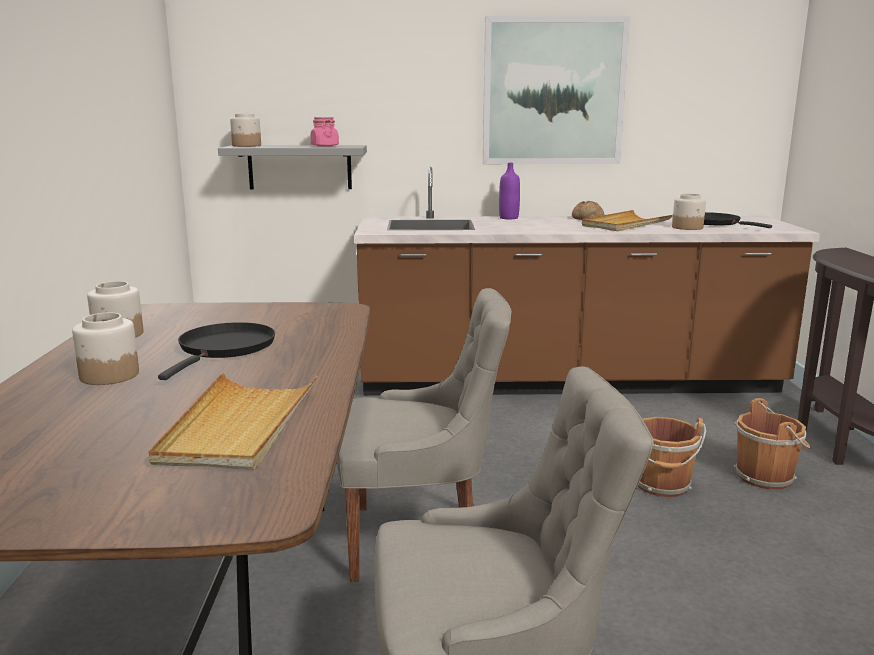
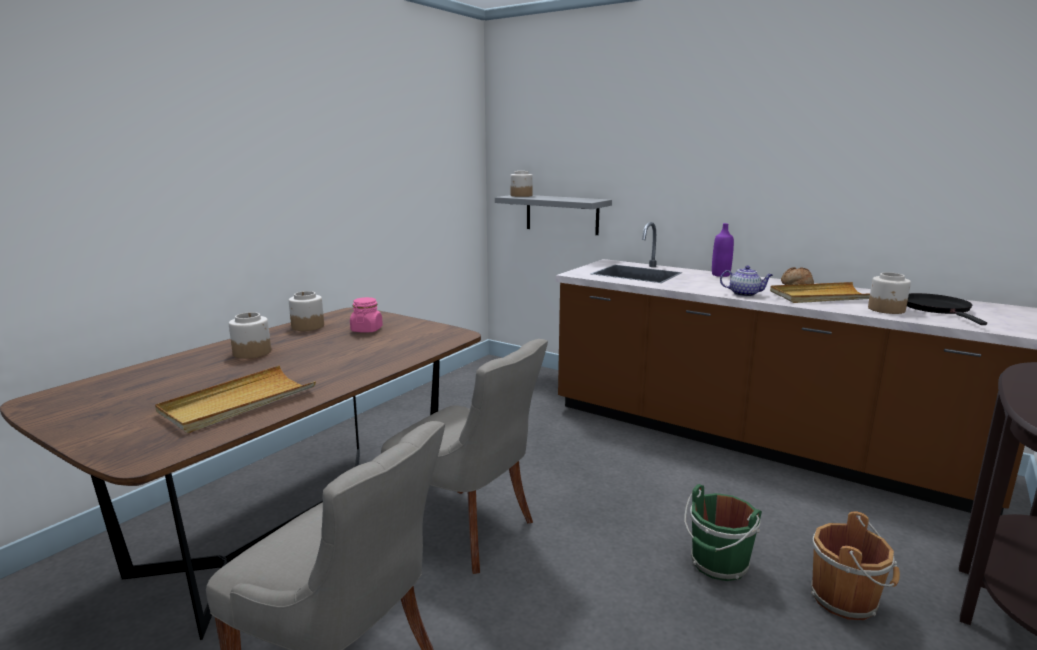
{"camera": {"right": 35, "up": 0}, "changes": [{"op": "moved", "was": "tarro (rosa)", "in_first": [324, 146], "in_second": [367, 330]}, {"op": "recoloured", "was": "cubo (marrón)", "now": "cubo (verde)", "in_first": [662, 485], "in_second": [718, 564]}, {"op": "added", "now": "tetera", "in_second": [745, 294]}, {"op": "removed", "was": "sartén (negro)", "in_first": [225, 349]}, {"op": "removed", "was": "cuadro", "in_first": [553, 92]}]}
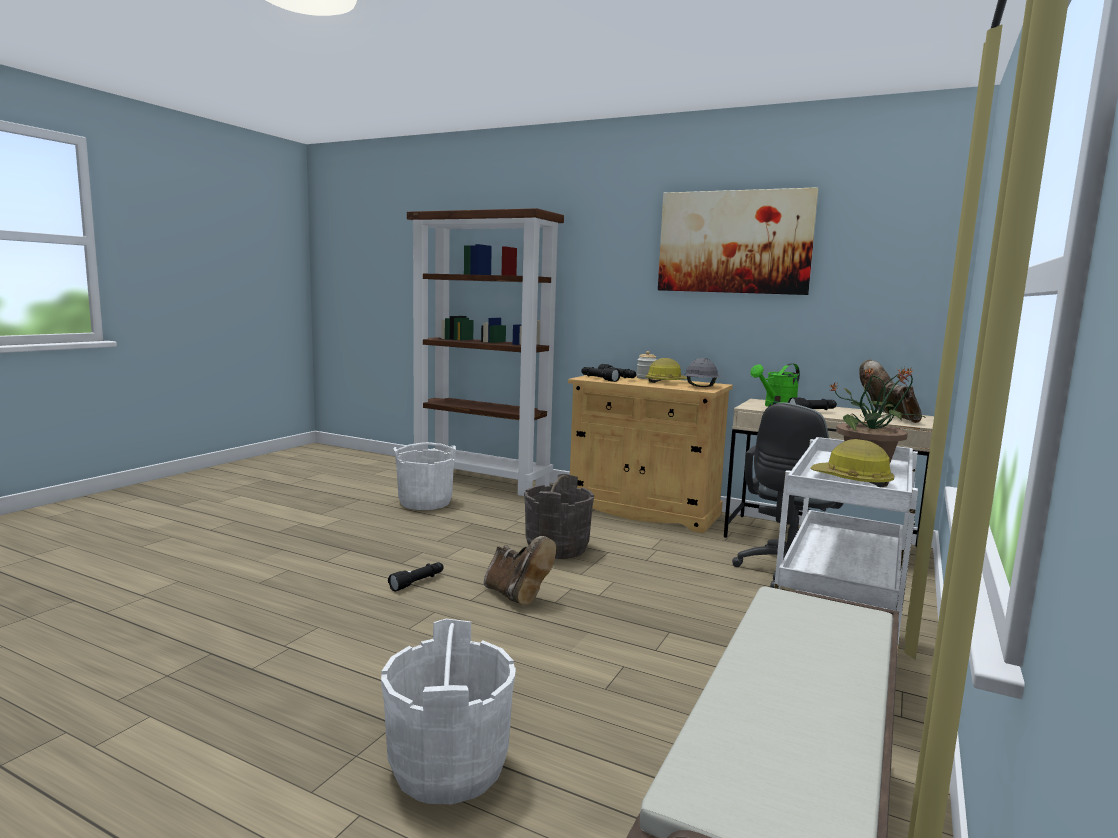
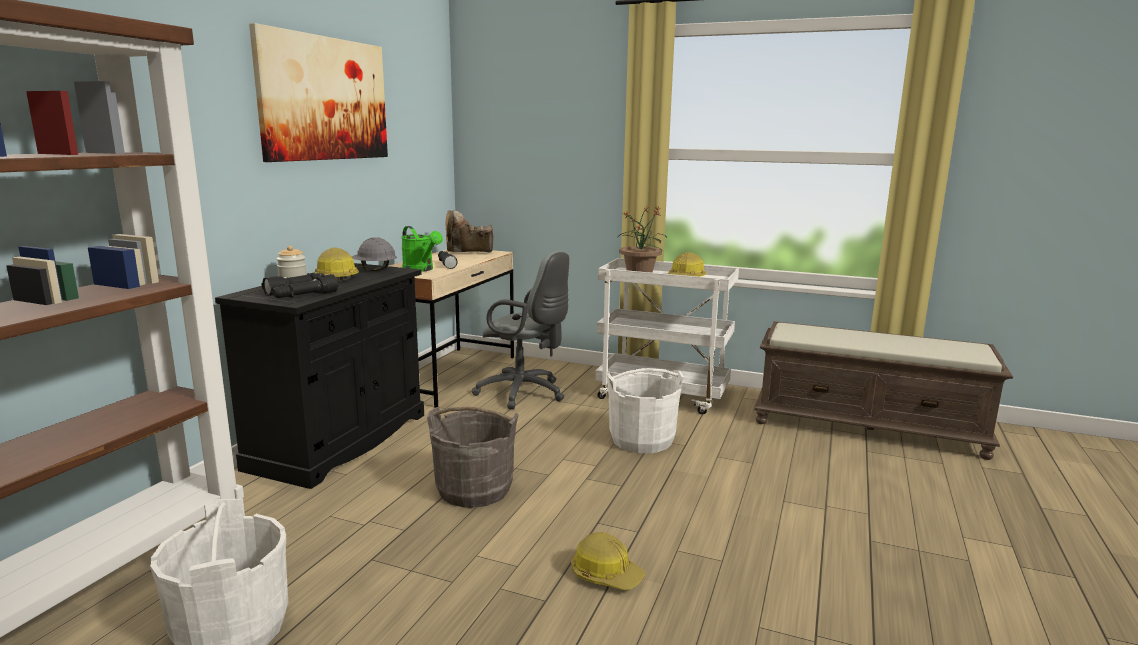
{"camera": {"right": -95, "up": 5}, "changes": [{"op": "recoloured", "was": "armario (beis)", "now": "armario (negro)", "in_first": [643, 511], "in_second": [340, 441]}, {"op": "replaced", "was": "linterna (negro)", "now": "casco", "in_first": [417, 582], "in_second": [605, 574]}, {"op": "moved", "was": "cubo (blanco)", "in_first": [448, 766], "in_second": [642, 440]}, {"op": "removed", "was": "bota (marrón)", "in_first": [516, 596]}]}
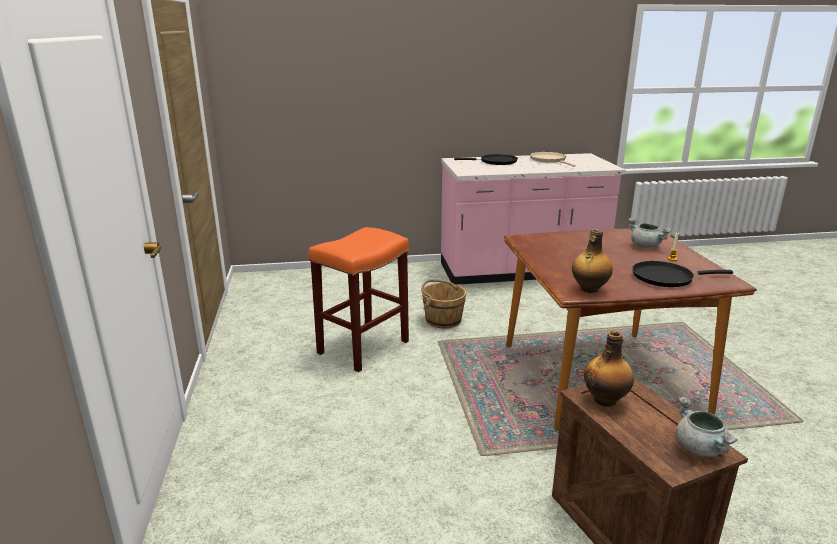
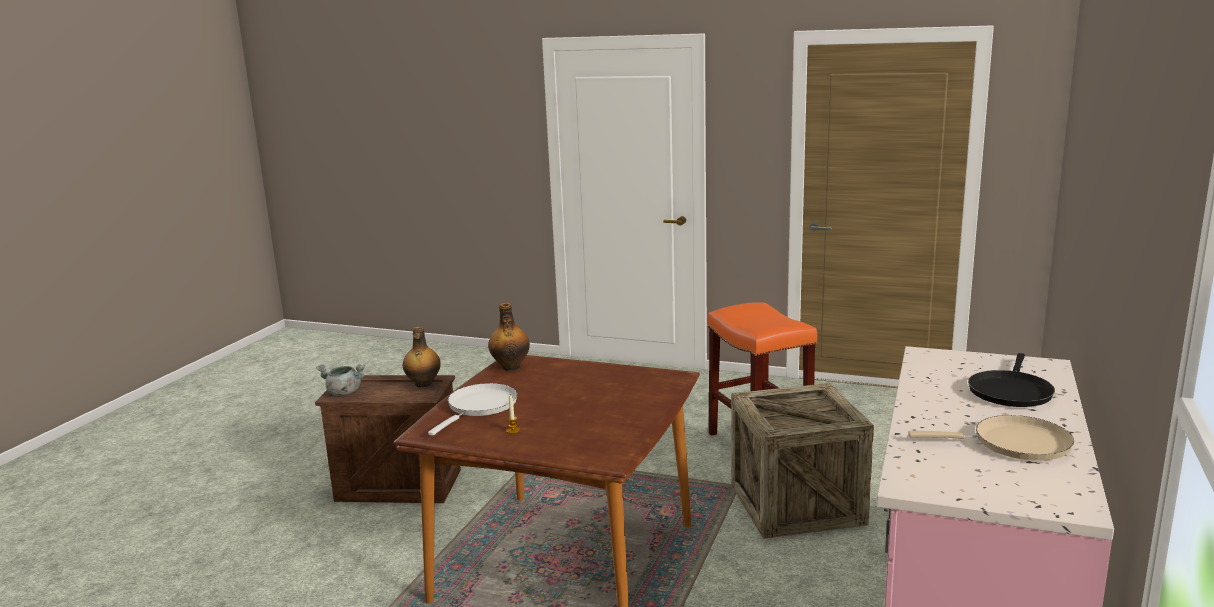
{"camera": {"right": 120, "up": -5}, "changes": [{"op": "recoloured", "was": "sartén (negro)", "now": "sartén (blanco)", "in_first": [666, 277], "in_second": [480, 407]}, {"op": "replaced", "was": "cubo (marrón)", "now": "caja de embalaje", "in_first": [443, 319], "in_second": [796, 504]}, {"op": "removed", "was": "olla (gris)", "in_first": [646, 246]}]}
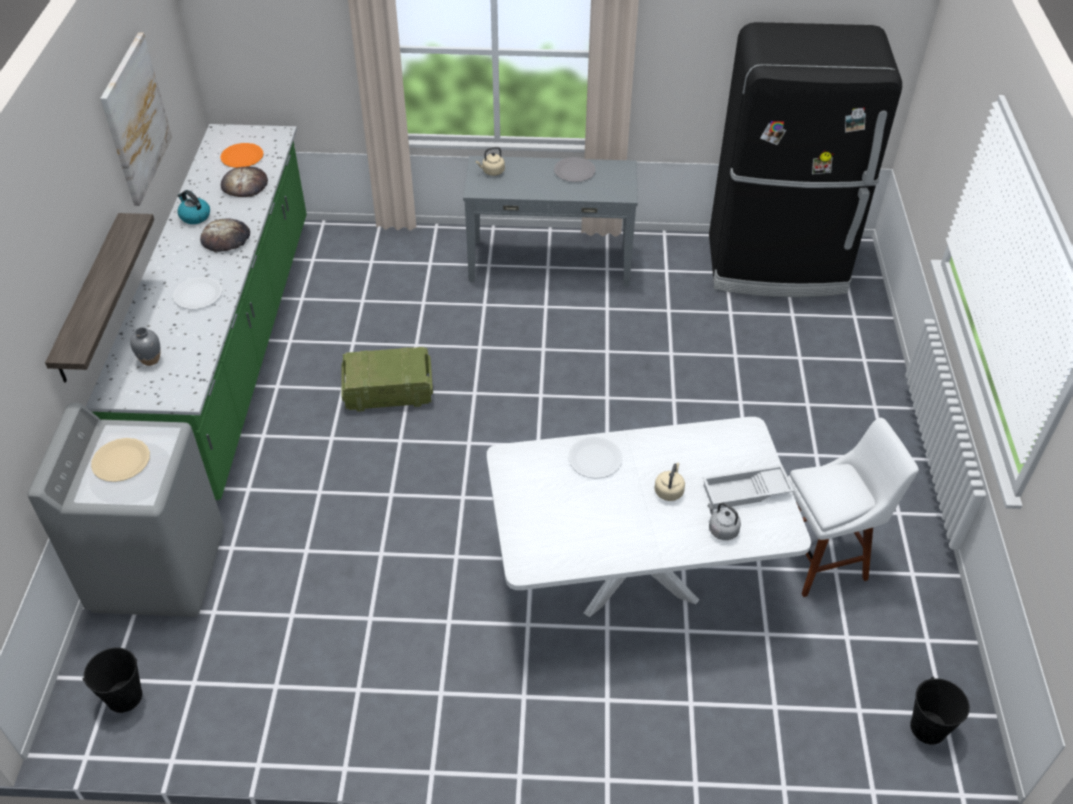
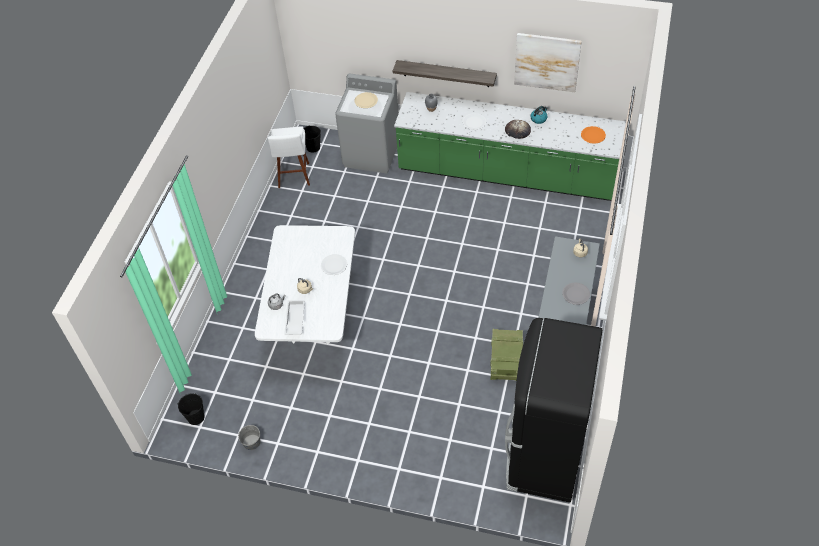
{"camera": {"right": 105, "up": 5}, "changes": [{"op": "added", "now": "cubo (gris)", "in_second": [251, 442]}, {"op": "moved", "was": "taburete (blanco)", "in_first": [825, 559], "in_second": [293, 177]}, {"op": "moved", "was": "caja de embalaje", "in_first": [387, 391], "in_second": [506, 360]}, {"op": "removed", "was": "pan", "in_first": [244, 184]}]}
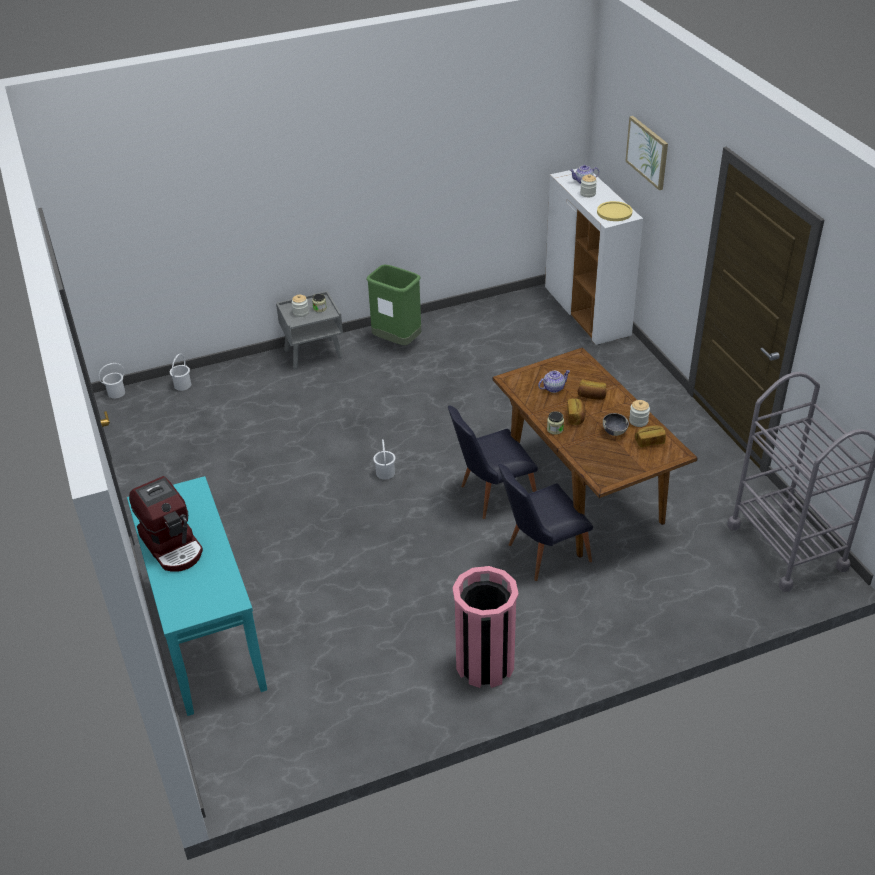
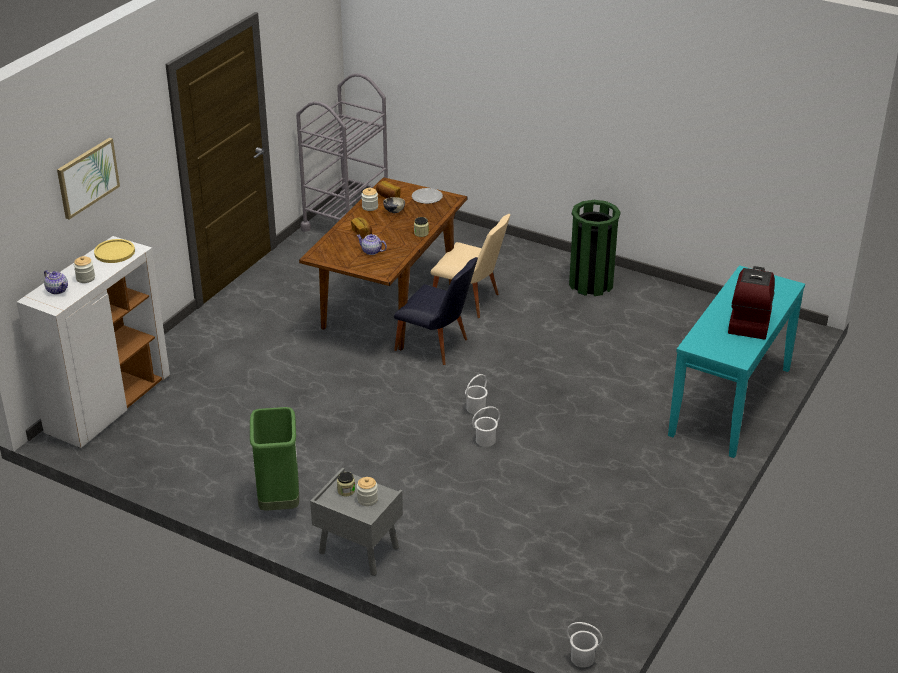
{"camera": {"right": -130, "up": -5}, "changes": [{"op": "added", "now": "plato", "in_second": [427, 197]}, {"op": "recoloured", "was": "silla (negro)", "now": "silla (beis)", "in_first": [541, 554], "in_second": [471, 302]}, {"op": "moved", "was": "cubo (blanco)", "in_first": [182, 385], "in_second": [486, 440]}, {"op": "recoloured", "was": "papelera (rosa)", "now": "papelera (verde)", "in_first": [485, 664], "in_second": [591, 284]}, {"op": "removed", "was": "pan", "in_first": [576, 417]}]}
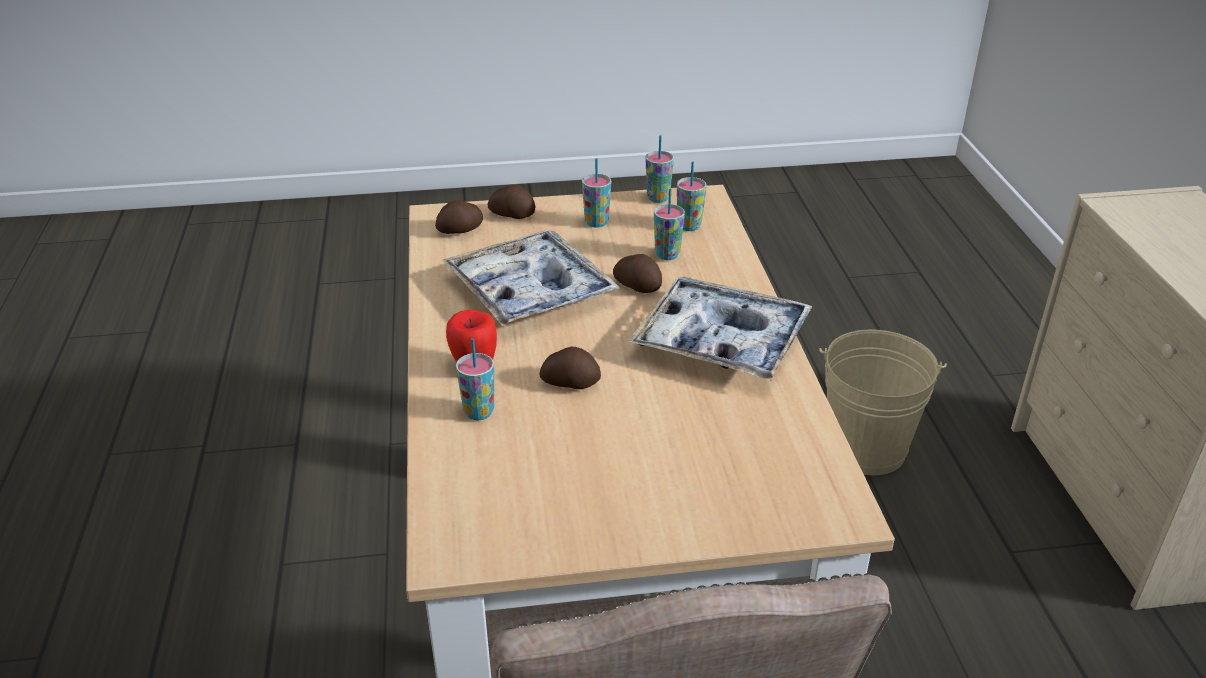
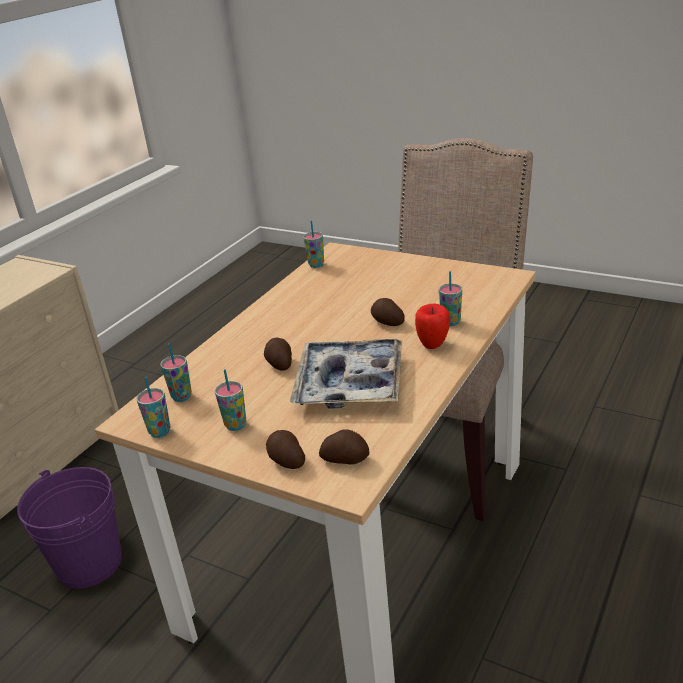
{"camera": {"right": -140, "up": -5}, "changes": [{"op": "recoloured", "was": "cubo (beis)", "now": "cubo (morado)", "in_first": [866, 448], "in_second": [89, 563]}, {"op": "moved", "was": "taza", "in_first": [667, 255], "in_second": [316, 265]}, {"op": "removed", "was": "bandeja", "in_first": [721, 341]}]}
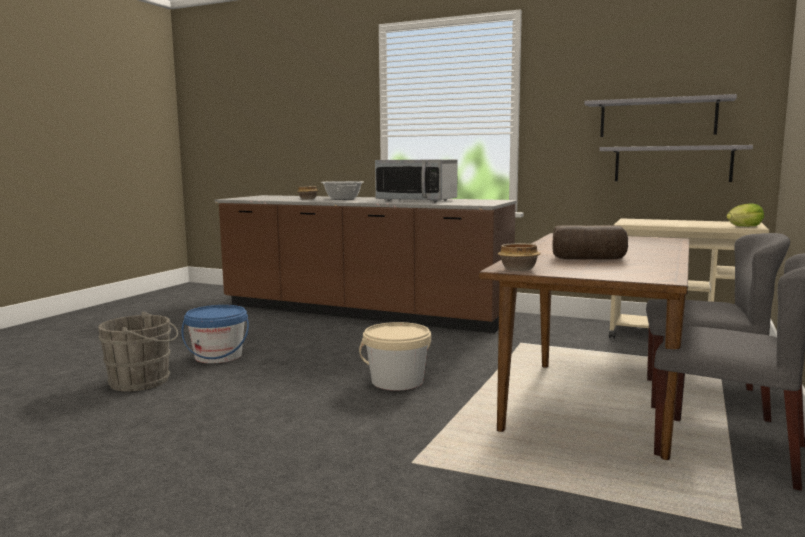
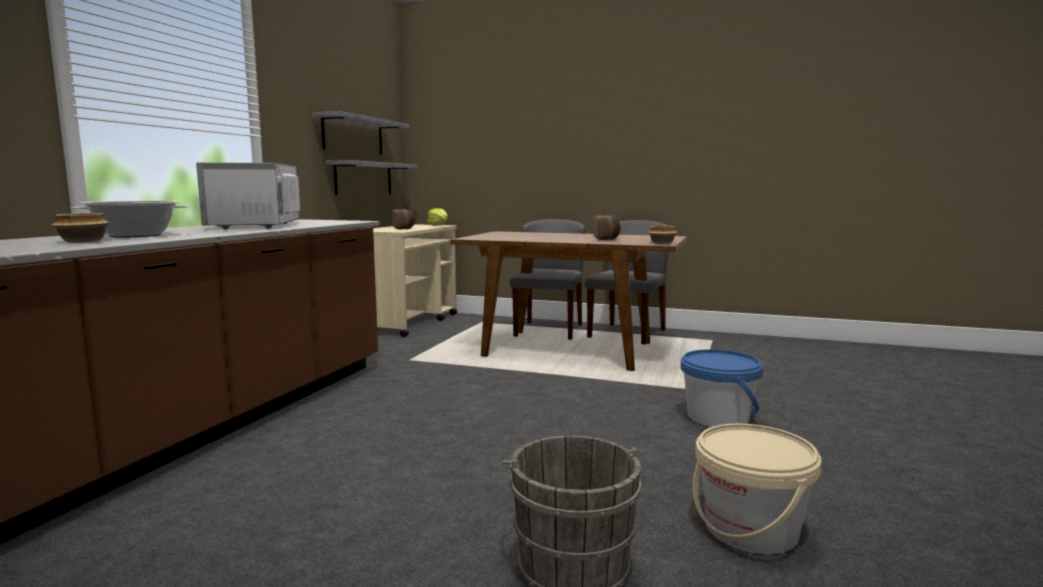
{"camera": {"right": -95, "up": 0}, "changes": [{"op": "turned", "was": "microondas", "in_first": [417, 201], "in_second": [256, 226], "clockwise": 150}, {"op": "added", "now": "pan", "in_second": [404, 228]}, {"op": "moved", "was": "cubo (azul)", "in_first": [218, 356], "in_second": [718, 417]}, {"op": "moved", "was": "cubo (beis)", "in_first": [397, 381], "in_second": [750, 529]}]}
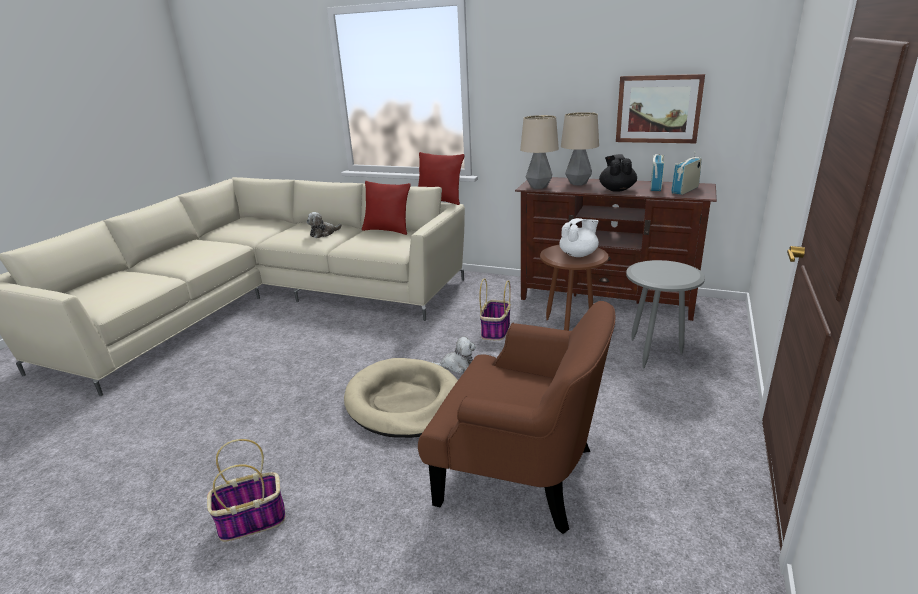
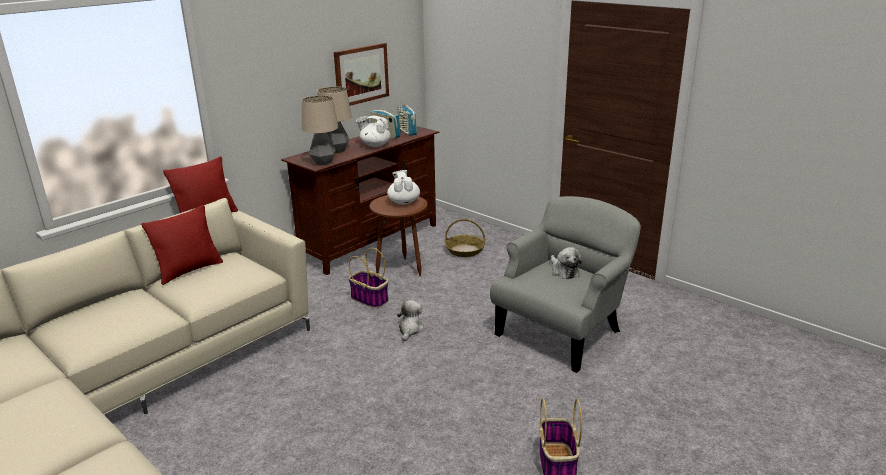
{"camera": {"right": -70, "up": 0}, "changes": [{"op": "recoloured", "was": "tetera (negro)", "now": "tetera (blanco)", "in_first": [616, 189], "in_second": [375, 145]}, {"op": "replaced", "was": "mesa auxiliar (gris)", "now": "cesta", "in_first": [655, 353], "in_second": [465, 250]}, {"op": "recoloured", "was": "sillón (marrón)", "now": "sillón (gris)", "in_first": [521, 473], "in_second": [562, 332]}, {"op": "moved", "was": "peluche", "in_first": [323, 234], "in_second": [563, 271]}, {"op": "removed", "was": "cama para perro (beis)", "in_first": [405, 402]}]}
